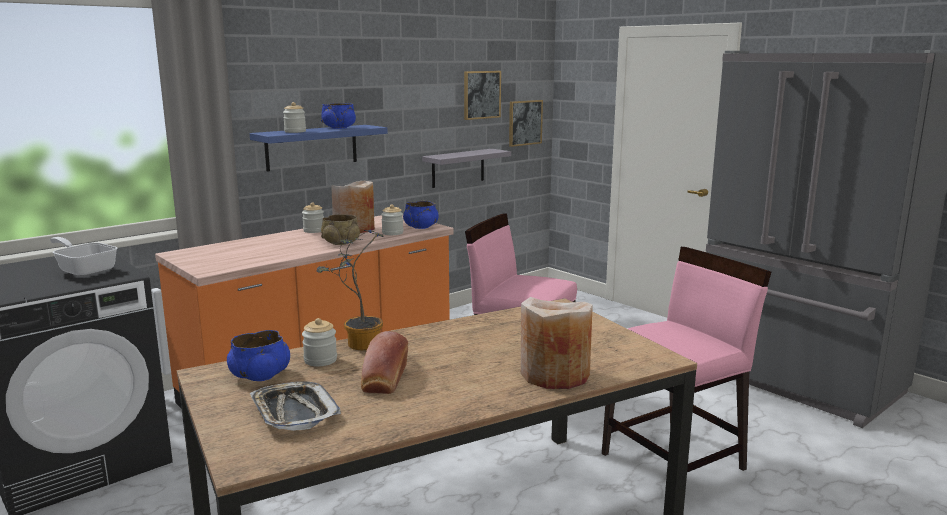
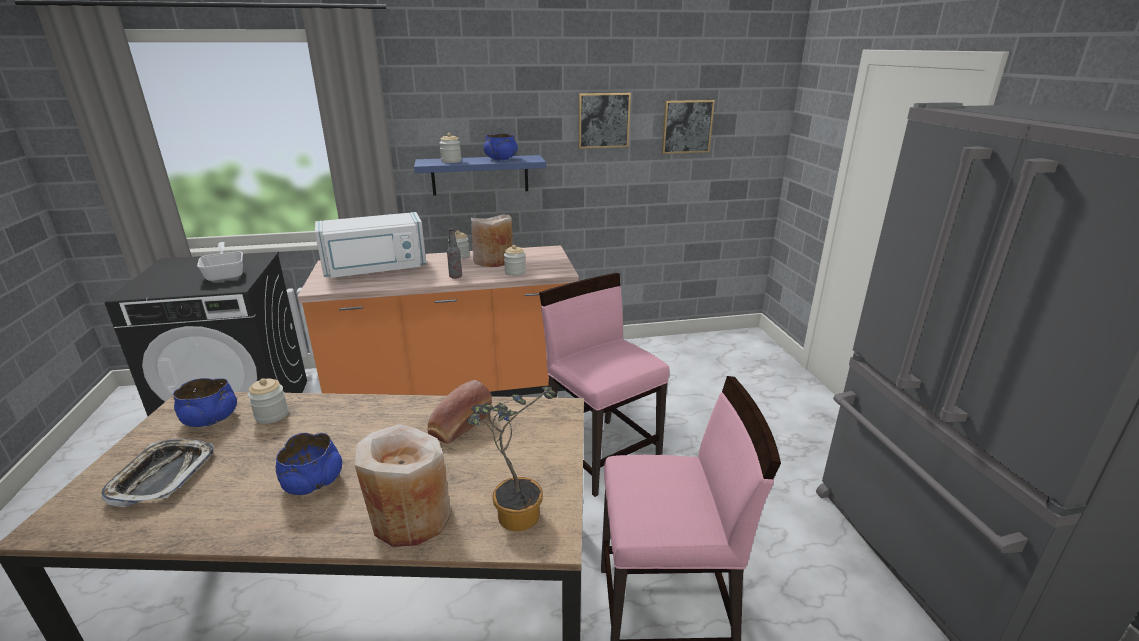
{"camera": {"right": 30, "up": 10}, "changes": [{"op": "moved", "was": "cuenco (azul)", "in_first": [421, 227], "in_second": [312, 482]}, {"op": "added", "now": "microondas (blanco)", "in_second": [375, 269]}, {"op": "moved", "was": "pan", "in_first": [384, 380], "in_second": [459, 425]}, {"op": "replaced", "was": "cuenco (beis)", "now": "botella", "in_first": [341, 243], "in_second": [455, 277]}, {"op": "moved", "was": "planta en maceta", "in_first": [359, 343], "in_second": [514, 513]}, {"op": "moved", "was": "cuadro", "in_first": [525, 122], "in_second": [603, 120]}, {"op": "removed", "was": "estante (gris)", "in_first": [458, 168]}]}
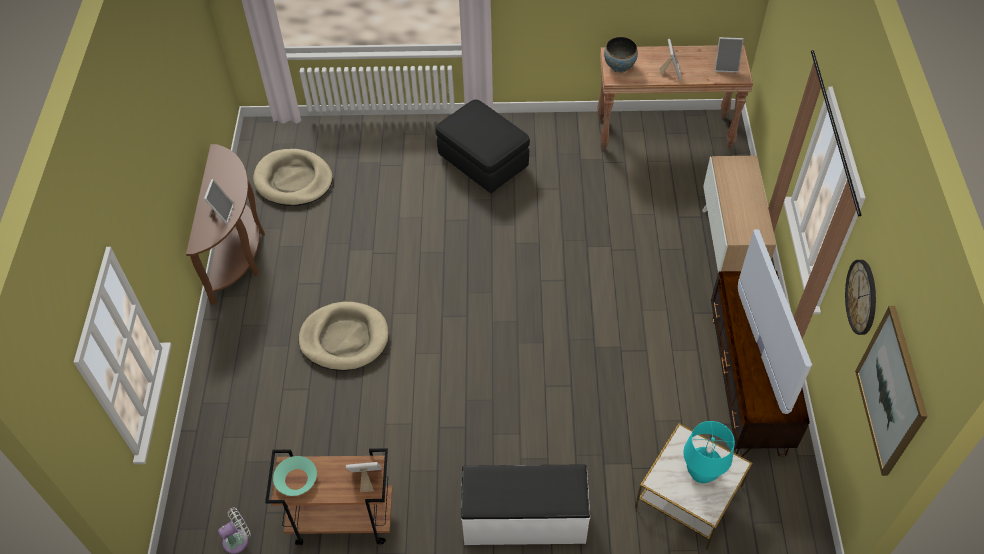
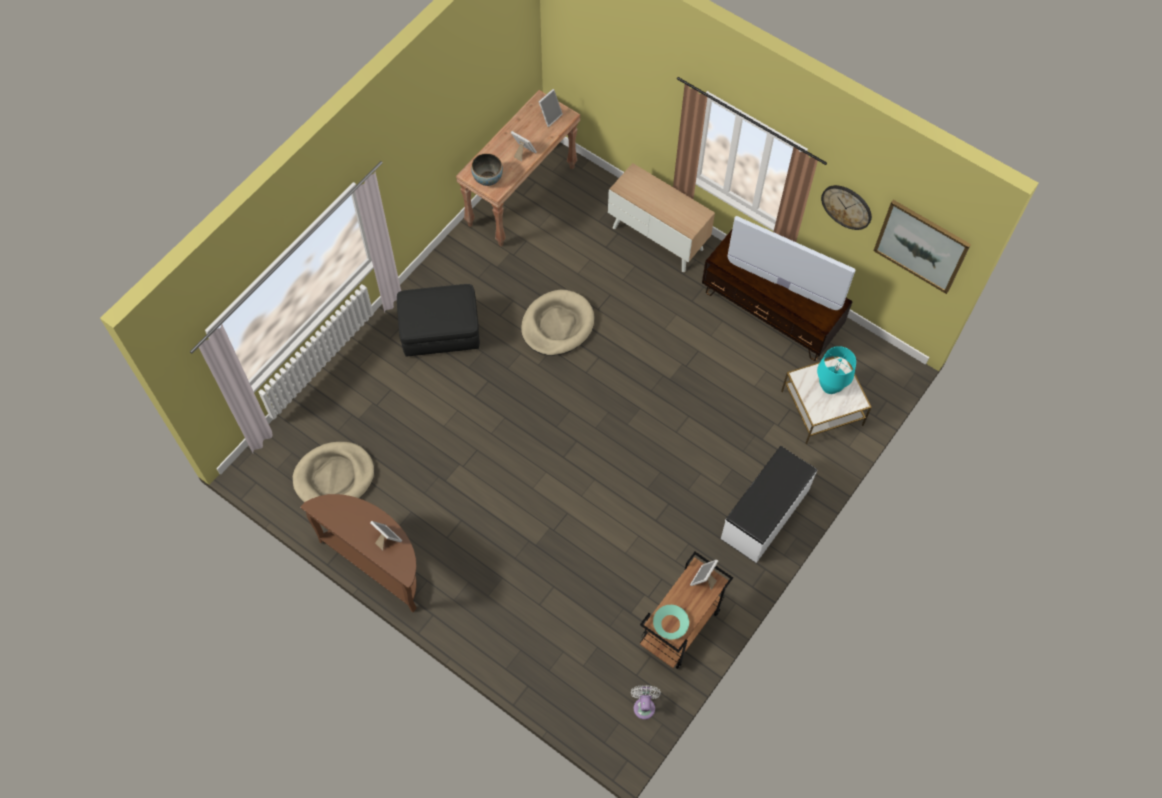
{"camera": {"right": -55, "up": 10}, "changes": [{"op": "moved", "was": "cama para perro (beis)", "in_first": [344, 338], "in_second": [557, 325]}]}
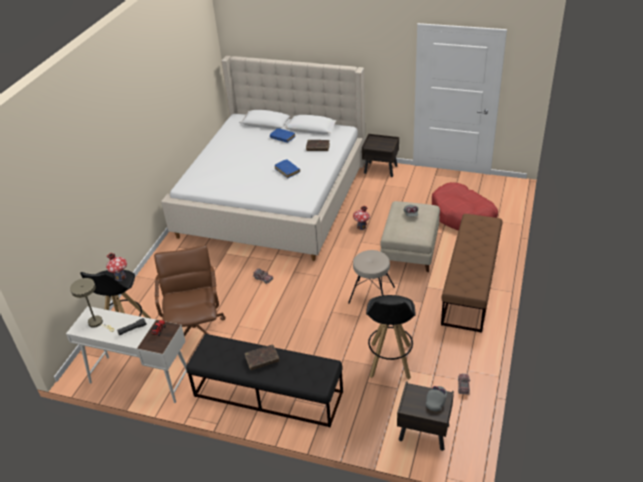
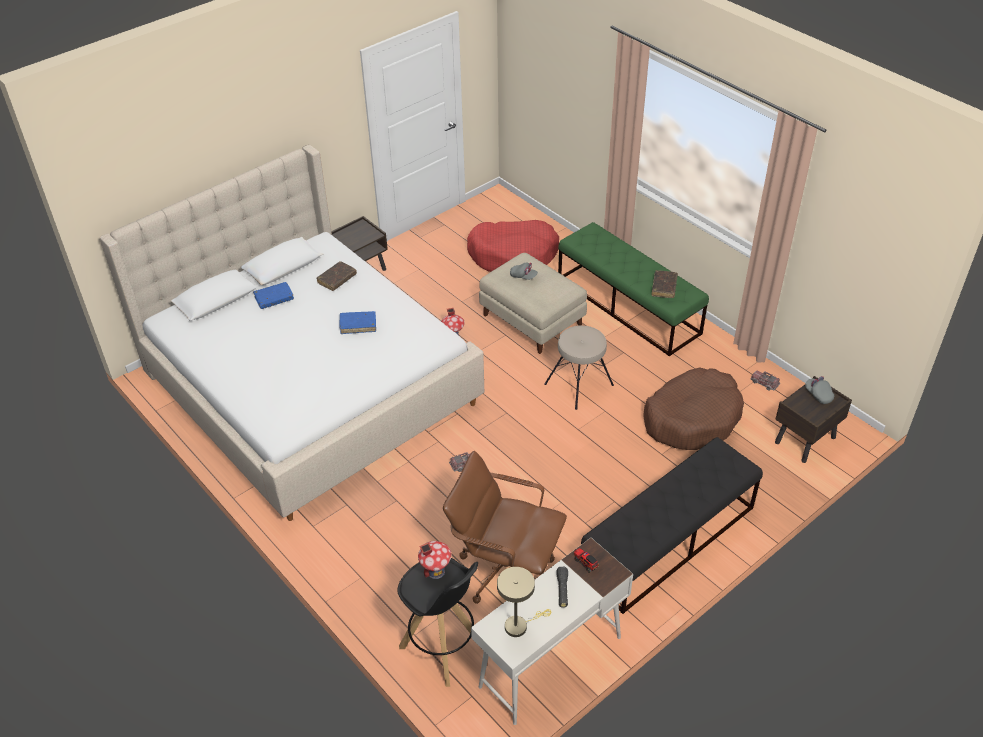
{"camera": {"right": -60, "up": 5}, "changes": [{"op": "recoloured", "was": "banco (marrón)", "now": "banco (verde)", "in_first": [470, 285], "in_second": [628, 306]}, {"op": "replaced", "was": "taburete (negro)", "now": "cama para perro (marrón)", "in_first": [390, 361], "in_second": [692, 418]}, {"op": "moved", "was": "libro (marrón)", "in_first": [262, 360], "in_second": [664, 287]}]}
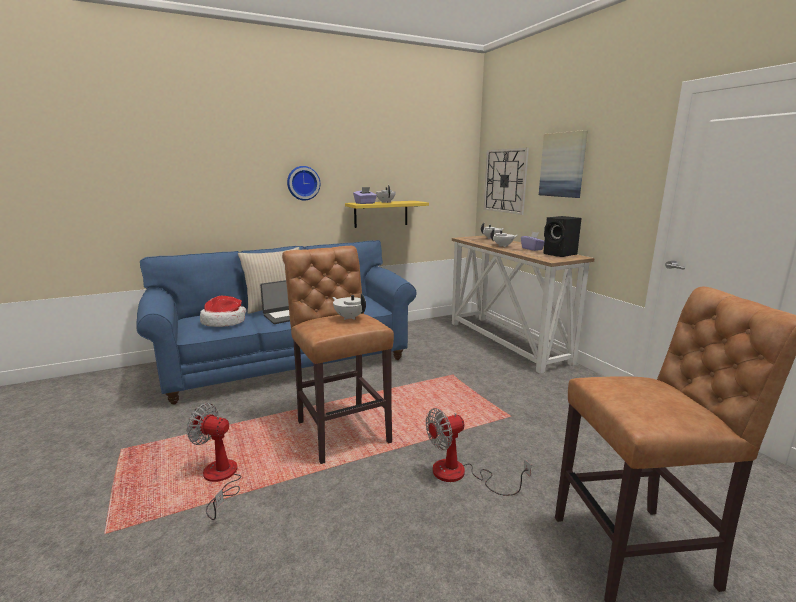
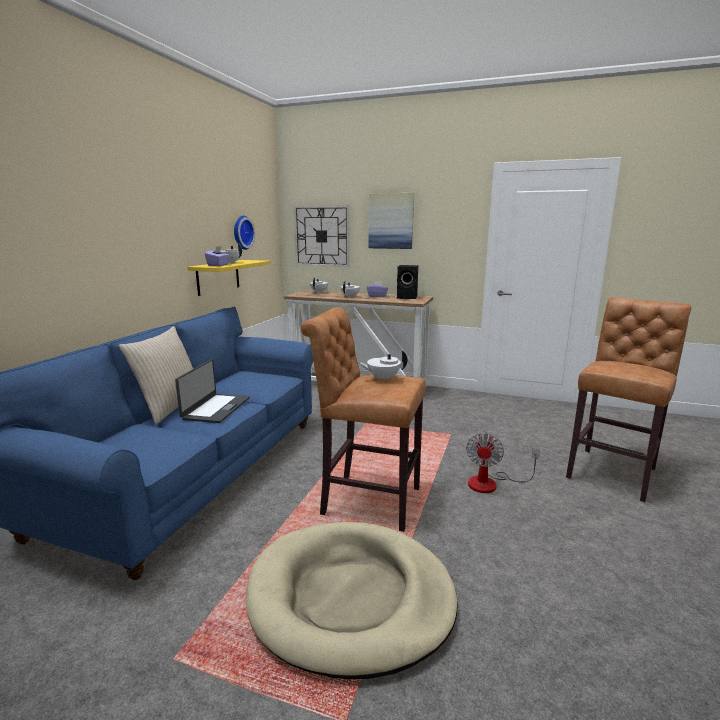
{"camera": {"right": -45, "up": 0}, "changes": [{"op": "moved", "was": "reloj de pared", "in_first": [303, 183], "in_second": [242, 232]}, {"op": "replaced", "was": "ventilador", "now": "cama para perro (beis)", "in_first": [220, 479], "in_second": [351, 598]}, {"op": "removed", "was": "sombrero", "in_first": [224, 322]}]}
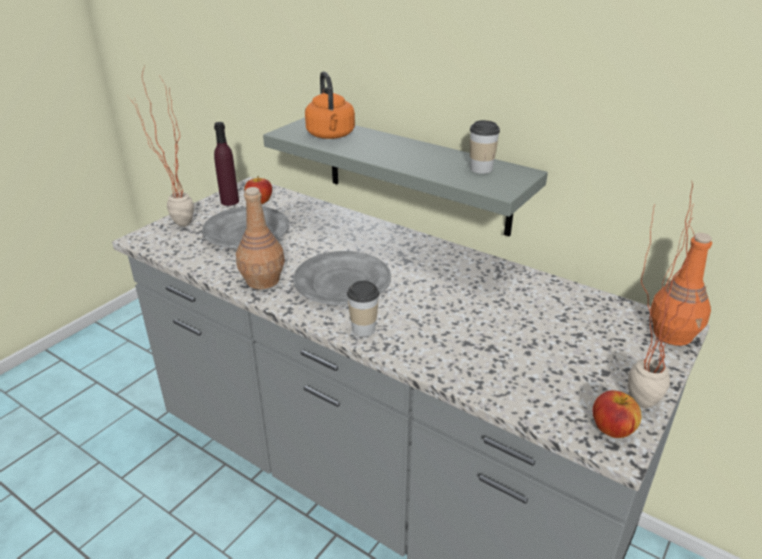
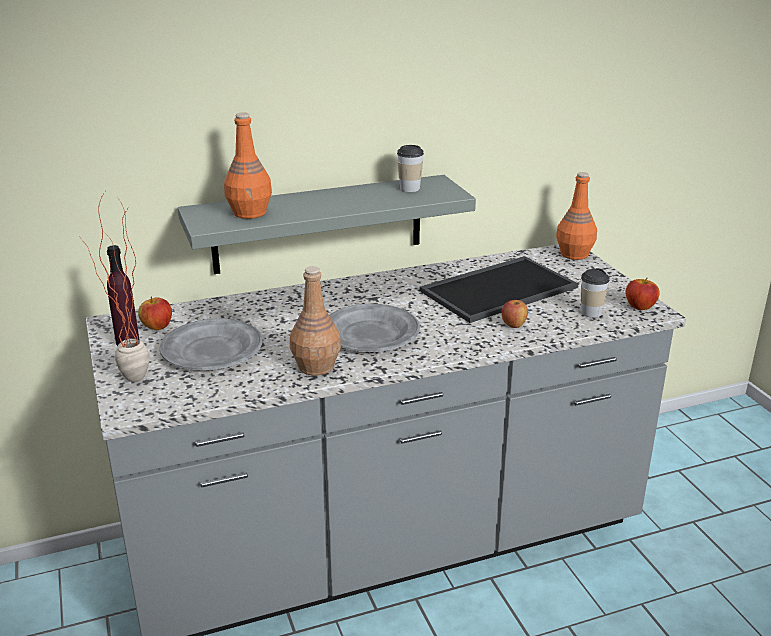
{"camera": {"right": -55, "up": -5}, "changes": [{"op": "replaced", "was": "hervidor (naranja)", "now": "botella (naranja)", "in_first": [331, 135], "in_second": [250, 212]}, {"op": "added", "now": "bandeja", "in_second": [498, 288]}, {"op": "added", "now": "manzana", "in_second": [513, 325]}, {"op": "moved", "was": "taza", "in_first": [363, 329], "in_second": [591, 312]}, {"op": "removed", "was": "planta en maceta", "in_first": [636, 394]}]}
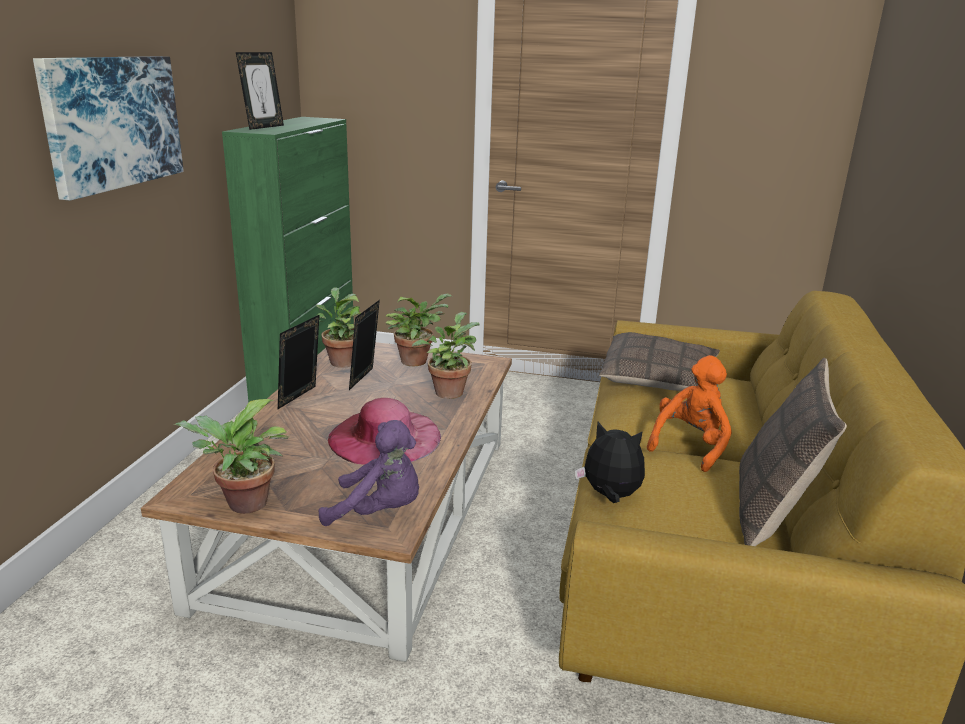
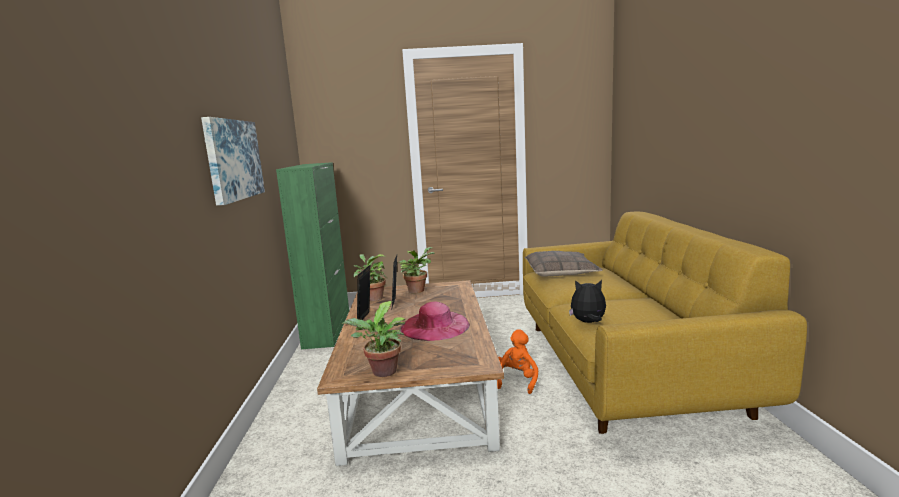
{"camera": {"right": -15, "up": -10}, "changes": [{"op": "moved", "was": "peluche (naranja)", "in_first": [690, 446], "in_second": [517, 380]}, {"op": "removed", "was": "portarretratos", "in_first": [263, 127]}, {"op": "removed", "was": "peluche (morado)", "in_first": [379, 512]}, {"op": "removed", "was": "planta en maceta", "in_first": [448, 391]}, {"op": "removed", "was": "cojín", "in_first": [771, 514]}]}
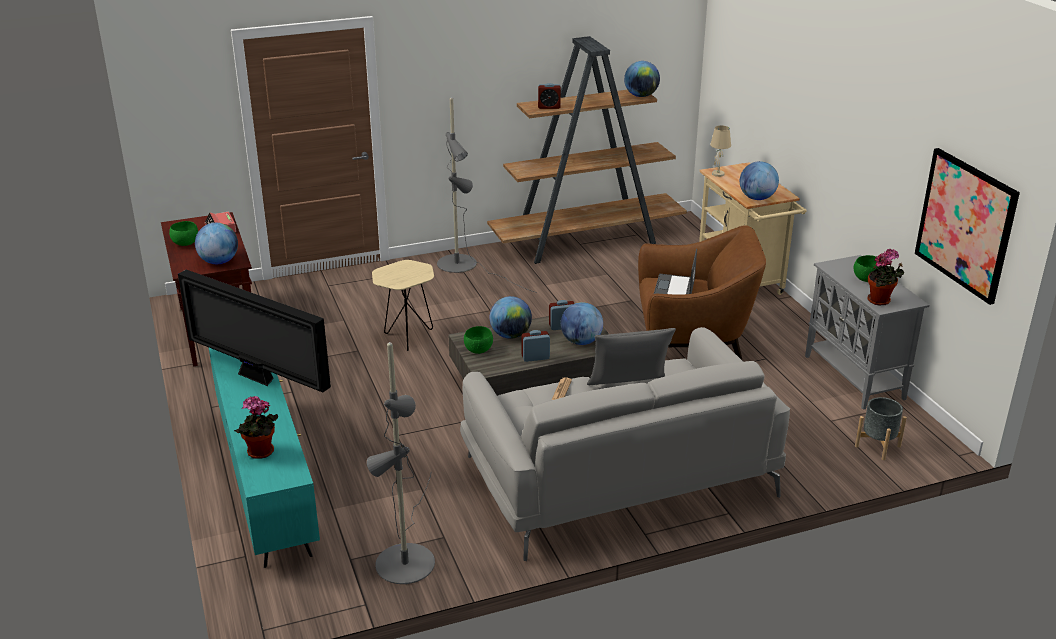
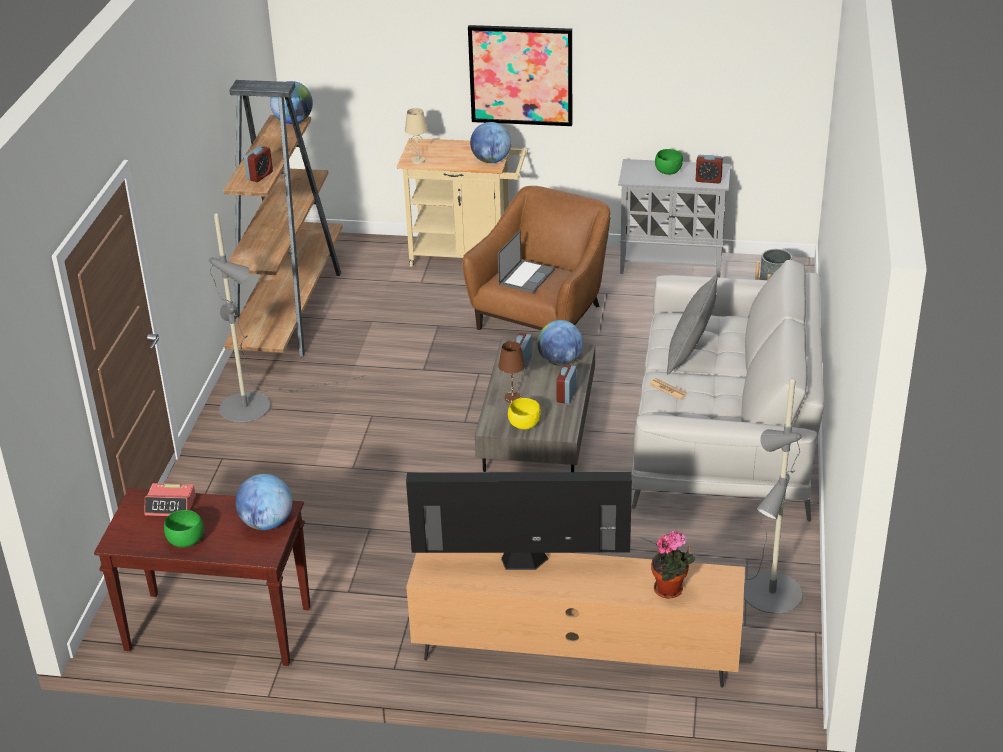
{"camera": {"right": -60, "up": 5}, "changes": [{"op": "turned", "was": "televisor", "in_first": [258, 378], "in_second": [521, 563], "clockwise": -150}, {"op": "recoloured", "was": "mueble de televisión (turquesa)", "now": "mueble de televisión (marrón)", "in_first": [267, 481], "in_second": [576, 654]}, {"op": "moved", "was": "cuadro", "in_first": [965, 224], "in_second": [521, 75]}, {"op": "turned", "was": "portátil", "in_first": [674, 288], "in_second": [526, 276], "clockwise": -105}, {"op": "replaced", "was": "globo terráqueo", "now": "lámpara de mesa (marrón)", "in_first": [510, 335], "in_second": [512, 398]}, {"op": "recoloured", "was": "cuenco (verde)", "now": "cuenco (amarillo)", "in_first": [479, 350], "in_second": [525, 425]}, {"op": "replaced", "was": "planta en maceta", "now": "despertador", "in_first": [880, 301], "in_second": [708, 180]}, {"op": "removed", "was": "mesa auxiliar (beis)", "in_first": [406, 338]}]}
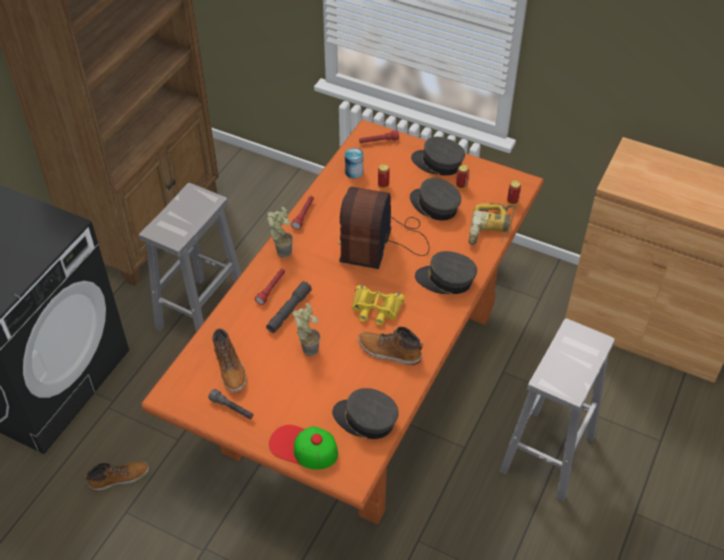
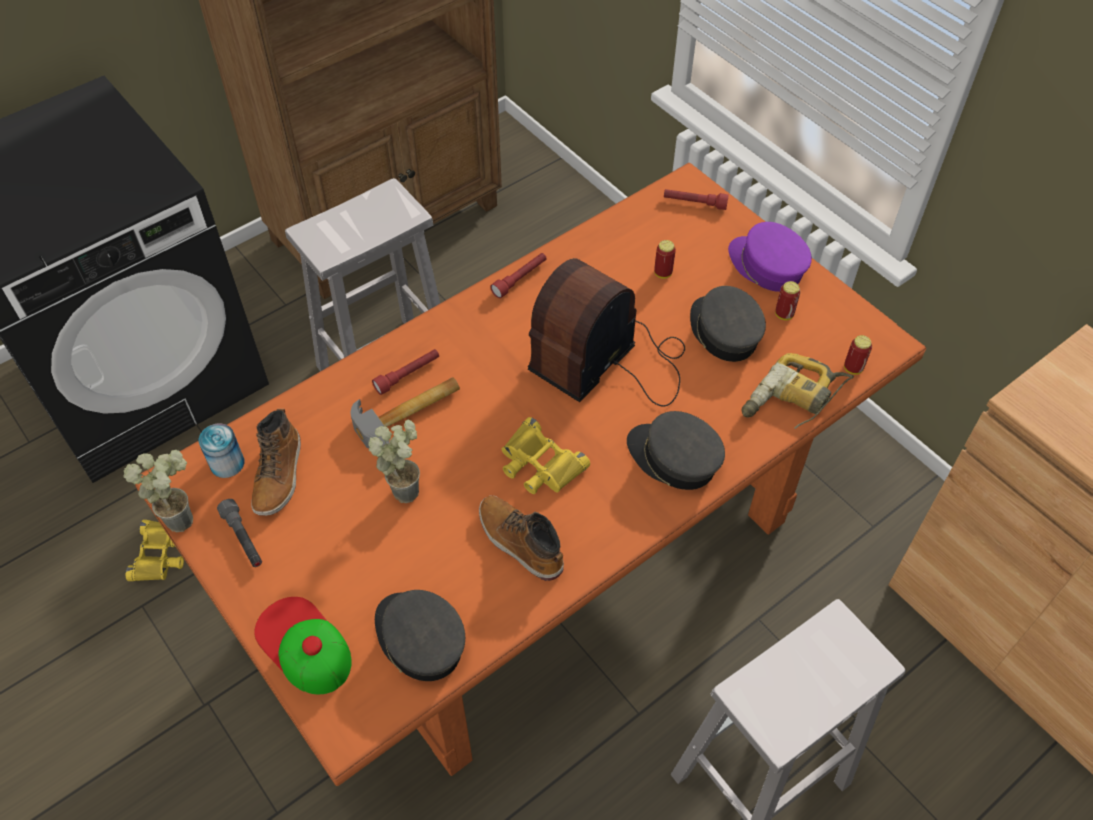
{"camera": {"right": 25, "up": 5}, "changes": [{"op": "moved", "was": "planta en maceta", "in_first": [282, 250], "in_second": [182, 514]}, {"op": "replaced", "was": "bota", "now": "prismáticos (amarillo)", "in_first": [119, 478], "in_second": [161, 554]}, {"op": "moved", "was": "lata", "in_first": [354, 172], "in_second": [227, 463]}, {"op": "replaced", "was": "linterna (gris)", "now": "martillo", "in_first": [289, 311], "in_second": [412, 418]}, {"op": "recoloured", "was": "gorra (gris)", "now": "gorra (morado)", "in_first": [437, 163], "in_second": [766, 266]}]}
